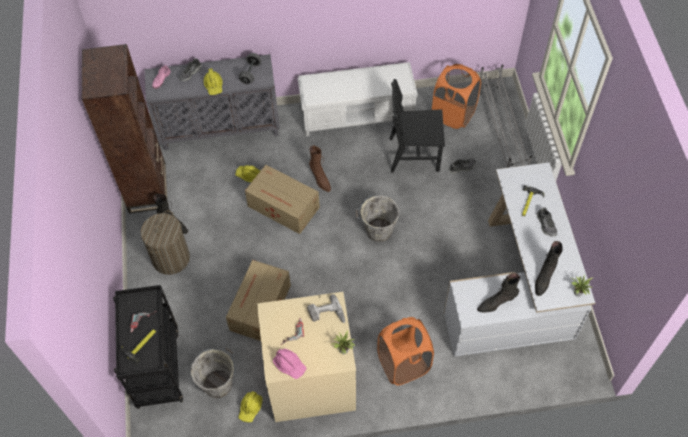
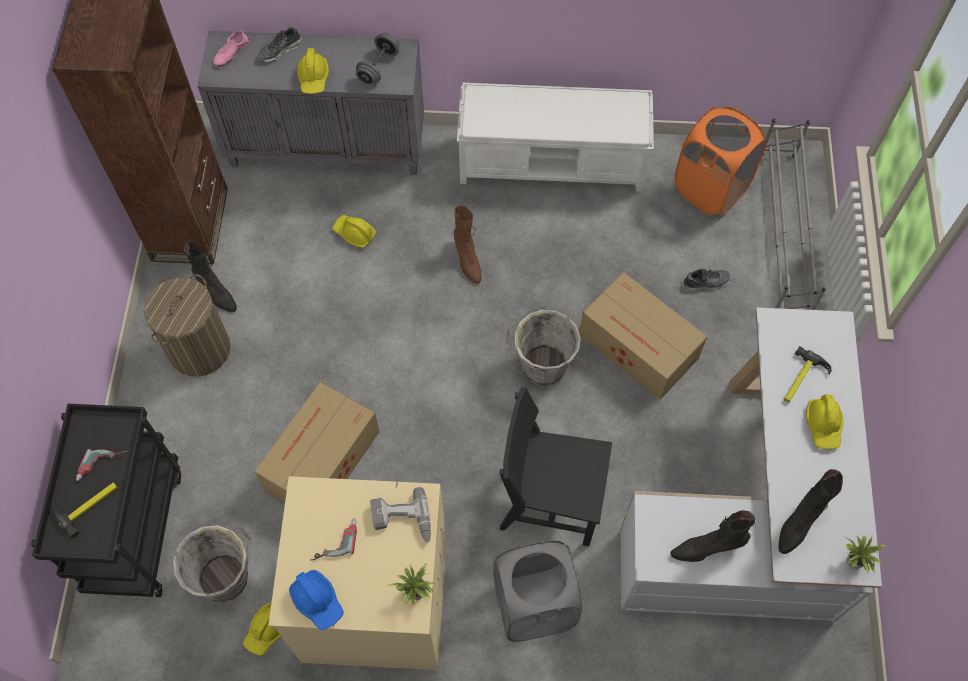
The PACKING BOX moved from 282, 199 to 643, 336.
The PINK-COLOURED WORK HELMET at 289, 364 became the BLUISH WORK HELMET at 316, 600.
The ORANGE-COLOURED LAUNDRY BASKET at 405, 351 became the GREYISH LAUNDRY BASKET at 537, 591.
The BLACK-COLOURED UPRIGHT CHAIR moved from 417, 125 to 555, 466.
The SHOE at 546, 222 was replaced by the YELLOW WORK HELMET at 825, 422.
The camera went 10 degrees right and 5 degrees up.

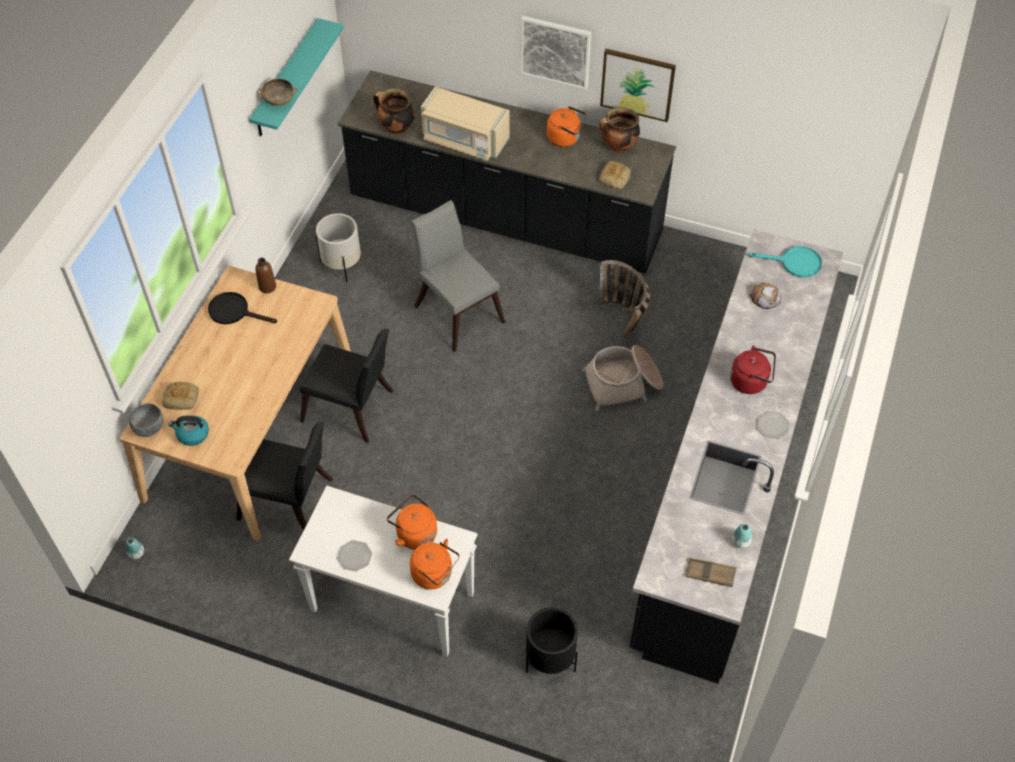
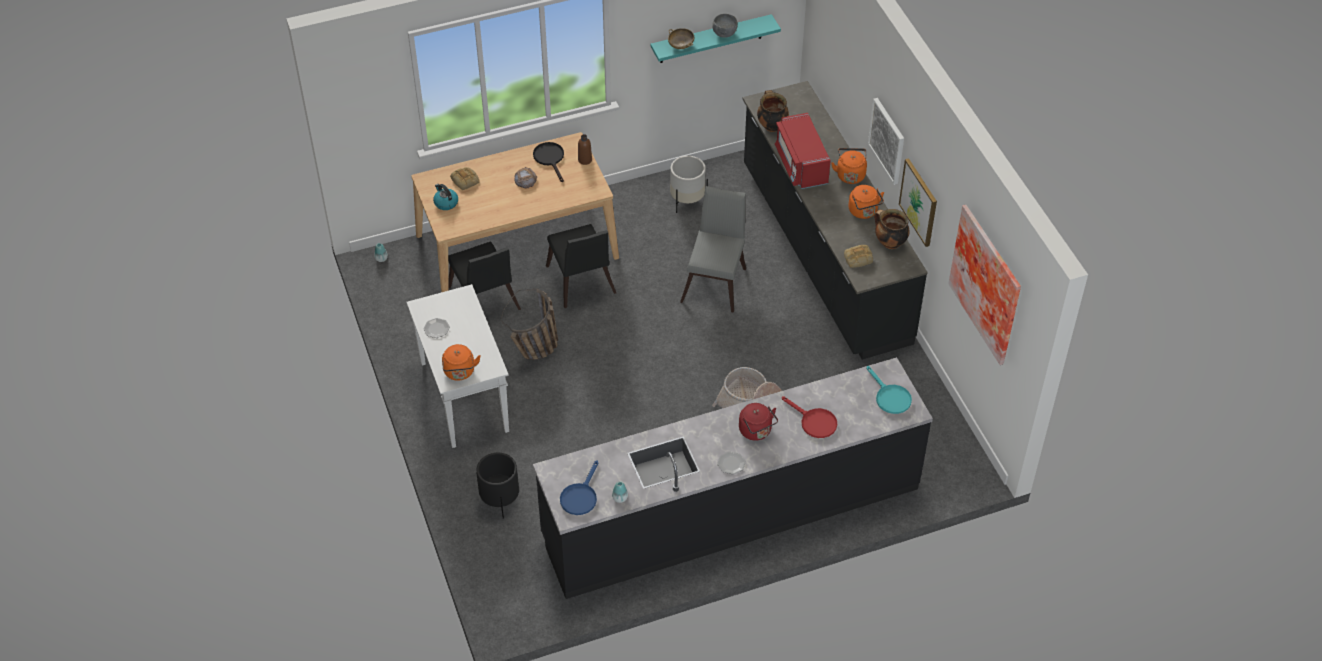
The GREYISH SERVING BOWL moved from 146, 420 to 725, 26.
The ORANGE-COLOURED KETTLE moved from 412, 522 to 849, 166.
The BEIGE-COLOURED MICROWAVE at 465, 123 became the RED MICROWAVE at 803, 151.
The BASKET moved from 619, 298 to 529, 324.
The BROWN-COLOURED CARRYING TRAY at 711, 572 was replaced by the BLUISH FRYING PAN at 579, 488.
The BAKED BREAD moved from 765, 296 to 525, 178.
The RED FRYING PAN at 809, 417 appeared.
The WALL ART at 984, 284 appeared.
The camera went 50 degrees right and 5 degrees down.

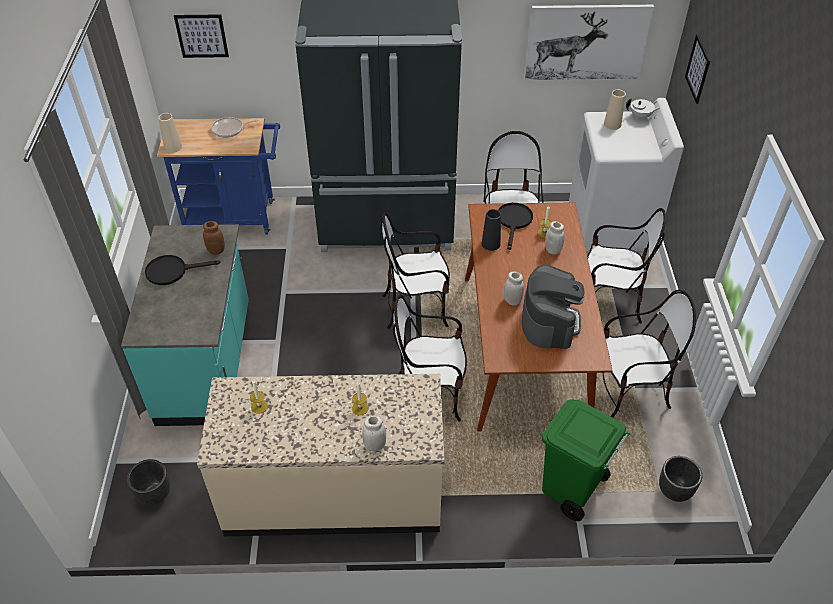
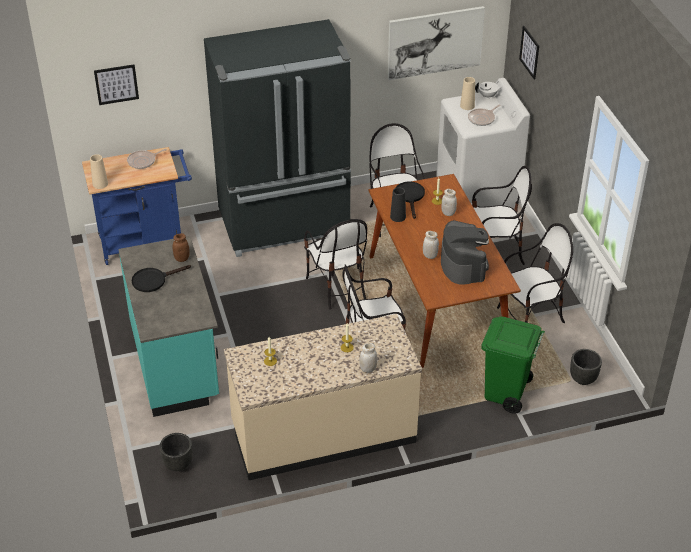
The UPRIGHT CHAIR at 415, 270 turned 90 degrees counterclockwise.
The FRYING PAN at 484, 115 appeared.
The camera went 15 degrees left and 5 degrees down.

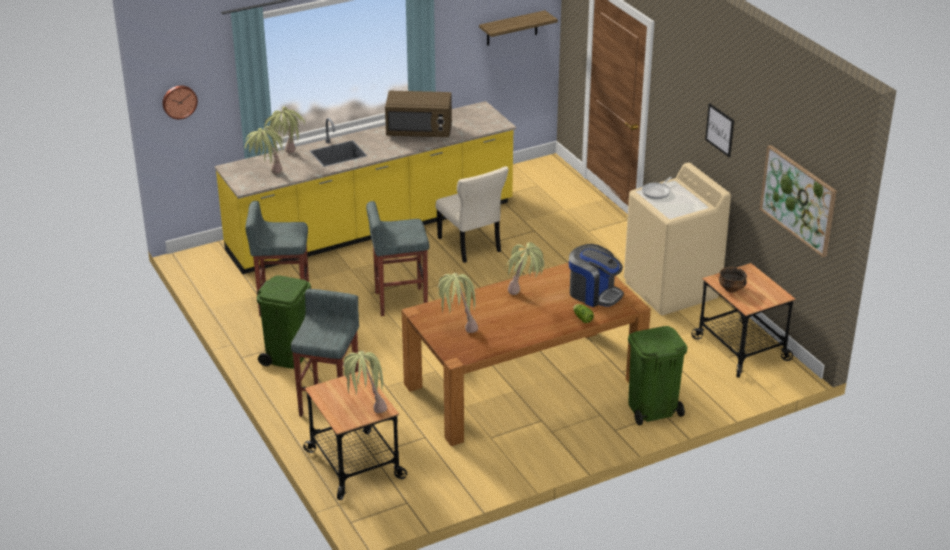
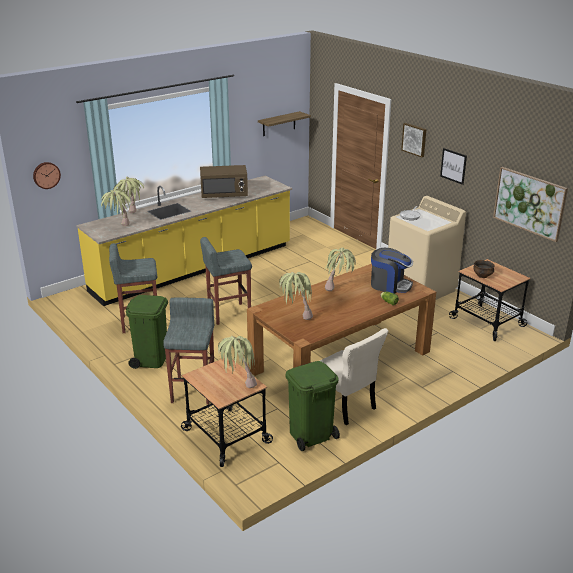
The BEIGE-COLOURED UPRIGHT CHAIR moved from 472, 214 to 354, 376.
The GREENISH RUBBISH BIN moved from 657, 375 to 313, 406.
The WALL ART at 413, 140 appeared.
The camera went 10 degrees left and 5 degrees down.

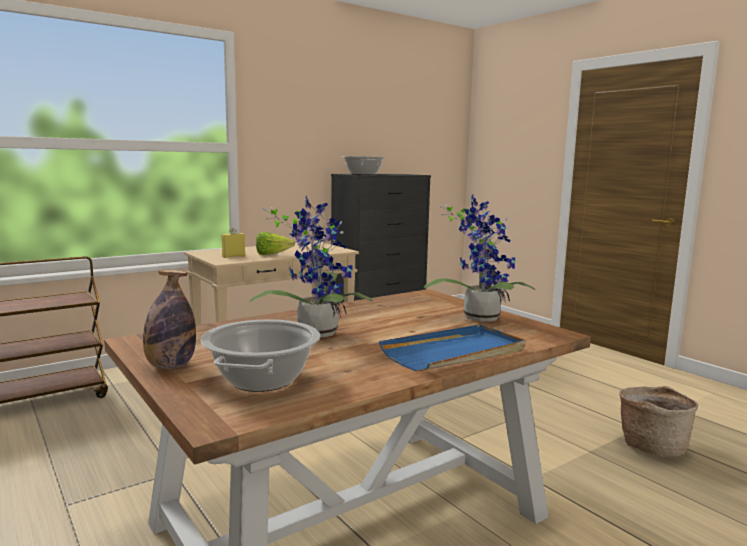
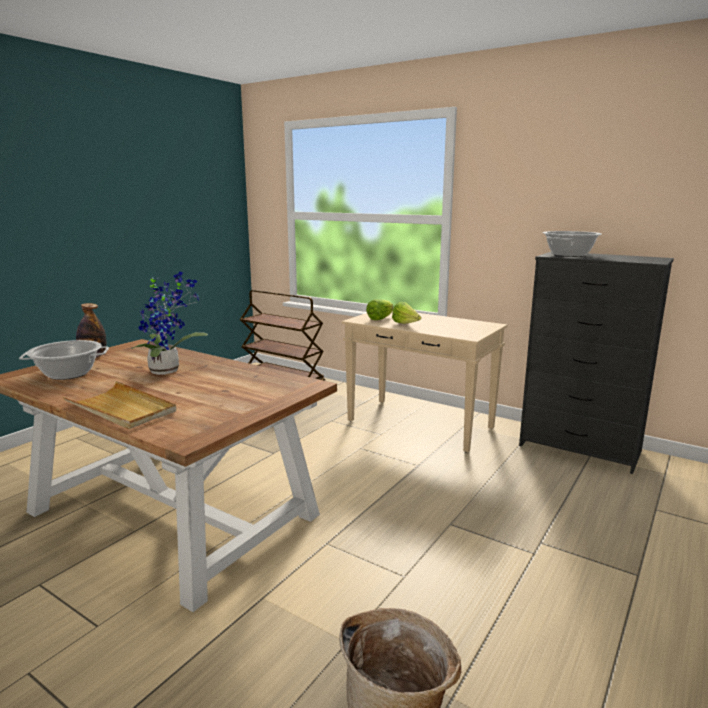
The YELLOW DRINK BOTTLE at 233, 243 was replaced by the LETTUCE at 379, 309.
The BLUISH CARRYING TRAY at 452, 347 became the BEIGE-COLOURED CARRYING TRAY at 119, 405.
The PLANT IN A POT at 480, 258 disappeared.
The camera went 70 degrees right and 5 degrees up.

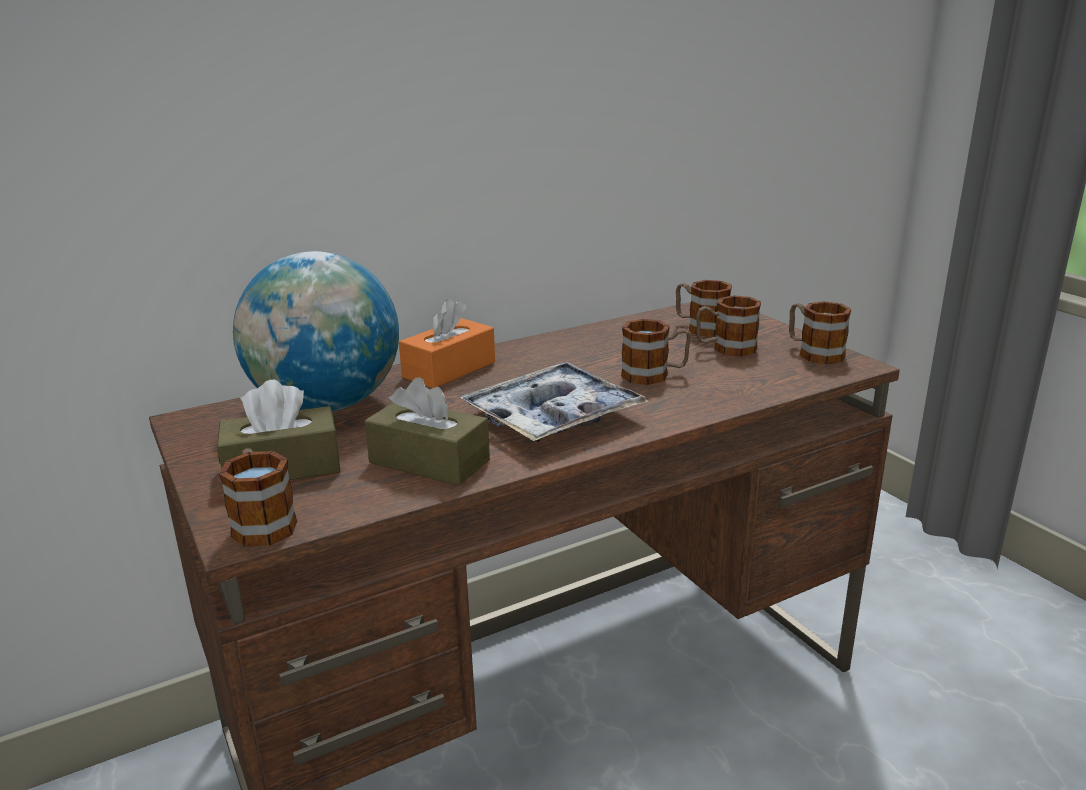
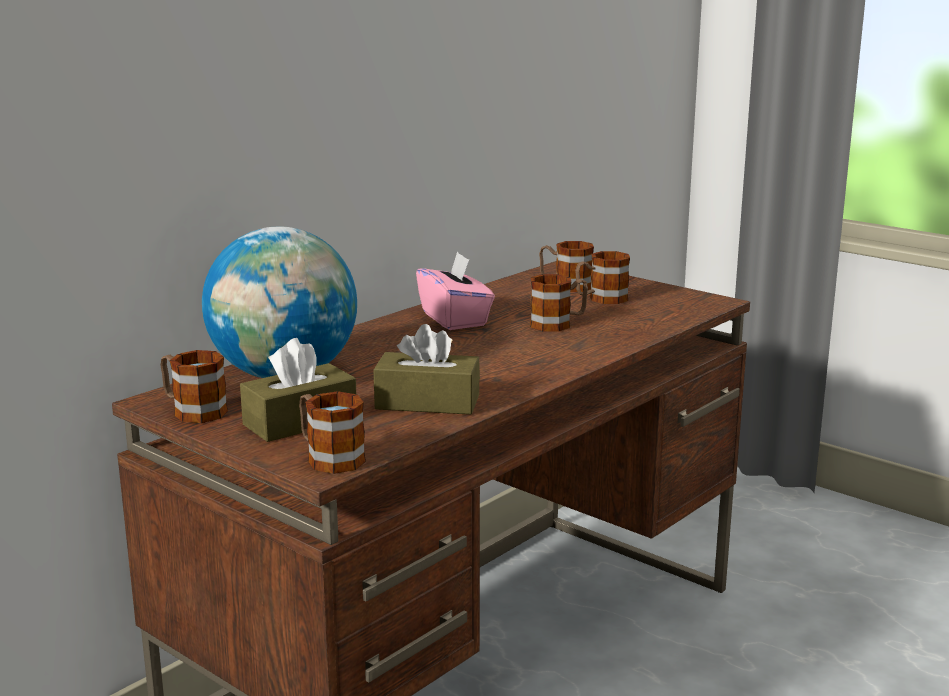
The ORANGE-COLOURED TISSUE HOLDER at 447, 343 disappeared.
The CARRYING TRAY at 554, 402 disappeared.
The MUG moved from 820, 332 to 194, 386.
The PINK-COLOURED TISSUE HOLDER at 455, 290 appeared.
The camera went 20 degrees left and 5 degrees down.

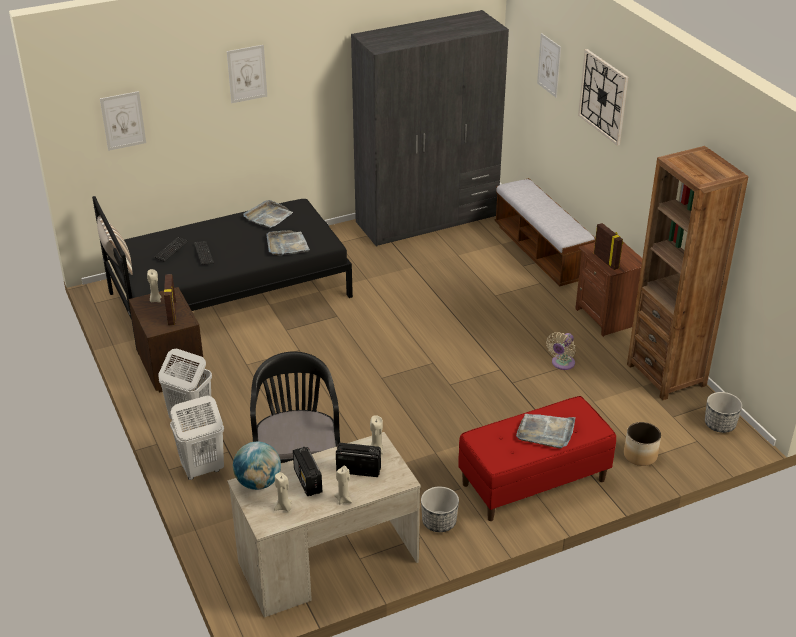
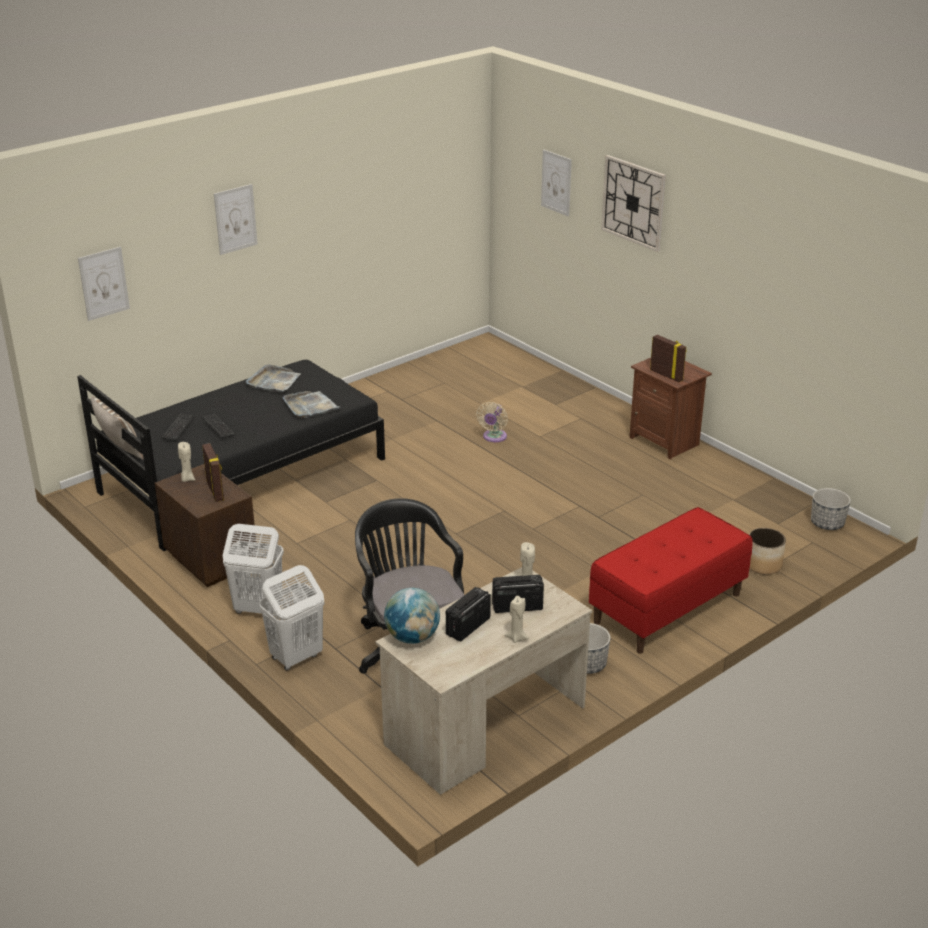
The BEIGE-COLOURED WAX LIGHT at 283, 491 disappeared.
The RADIO SET at 307, 471 turned 75 degrees clockwise.
The GREYISH ARMOIRE at 430, 128 disappeared.
The INDOOR BENCH at 545, 232 disappeared.
The GREYISH CARRYING TRAY at 546, 431 disappeared.
The BEIGE-COLOURED FAN moved from 561, 351 to 492, 422.
The BROWN-COLOURED BOOKSHELF at 687, 273 disappeared.
The camera went 15 degrees left and 5 degrees down.

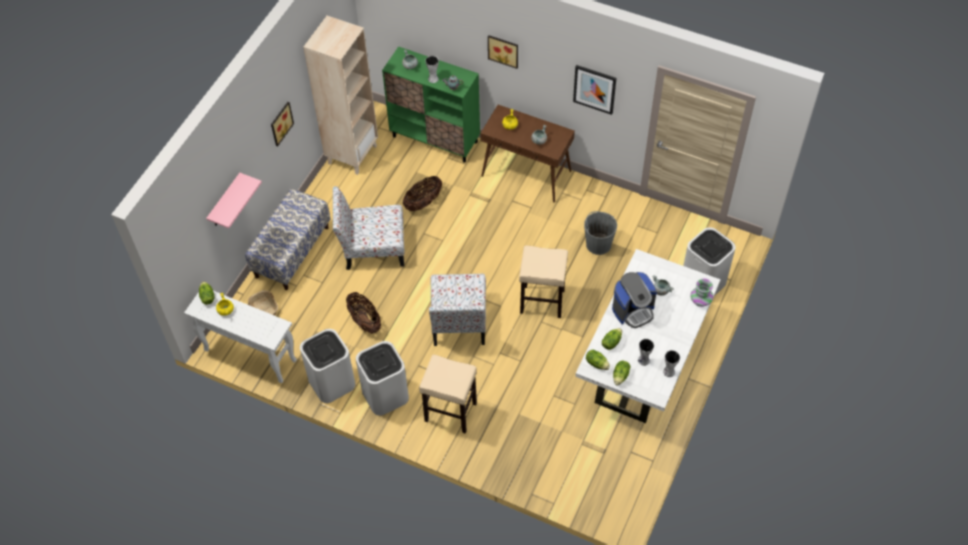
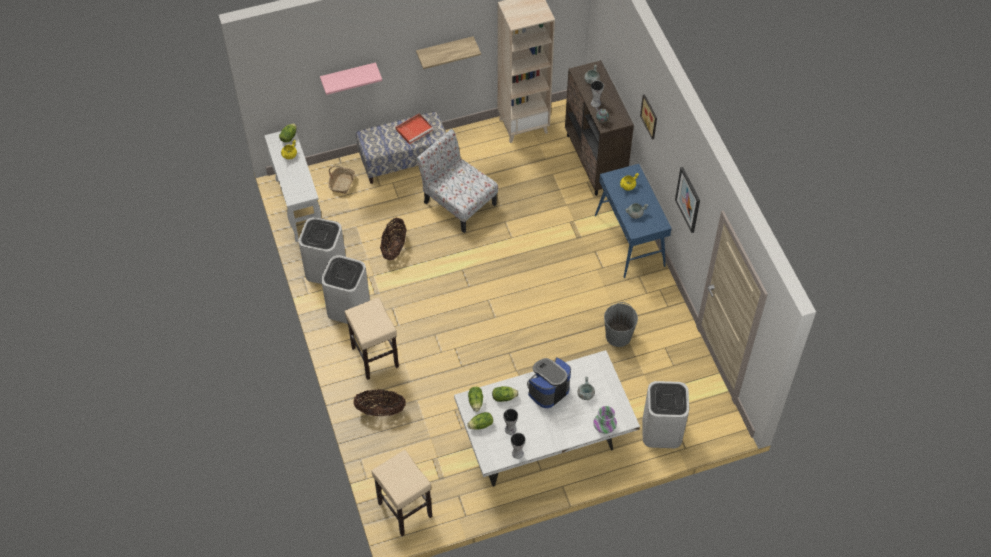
The WALL ART at 282, 124 was replaced by the WALL SHELF at 448, 52.
The GREENISH STORAGE CABINET at 431, 104 became the BROWN-COLOURED STORAGE CABINET at 599, 128.
The BASKET moved from 422, 193 to 379, 402.
The UPRIGHT CHAIR at 457, 310 disappeared.
The BROWN-COLOURED HALL TABLE at 527, 153 became the BLUISH HALL TABLE at 633, 221.
The BEIGE-COLOURED STOOL SEAT moved from 543, 281 to 401, 493.
The COFFEE BREWER at 634, 300 turned 120 degrees clockwise.
The RED CARRYING TRAY at 414, 129 appeared.
The camera went 45 degrees right and 0 degrees up.

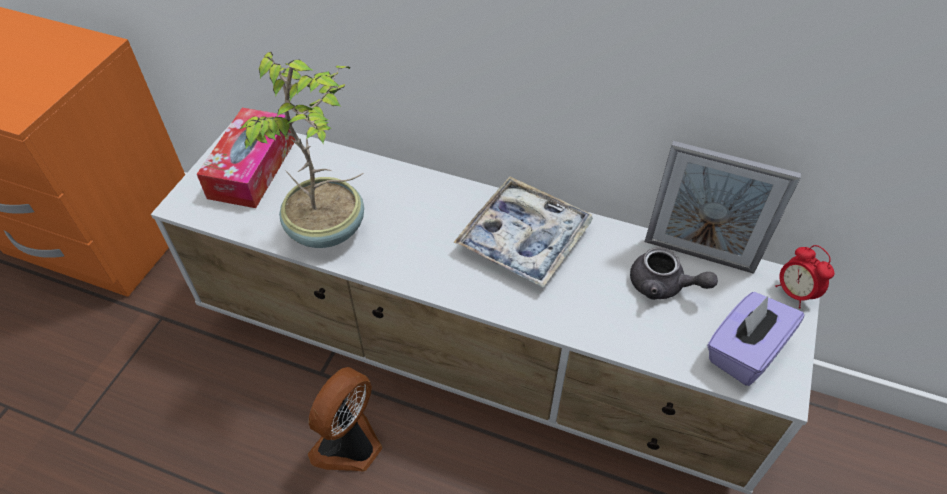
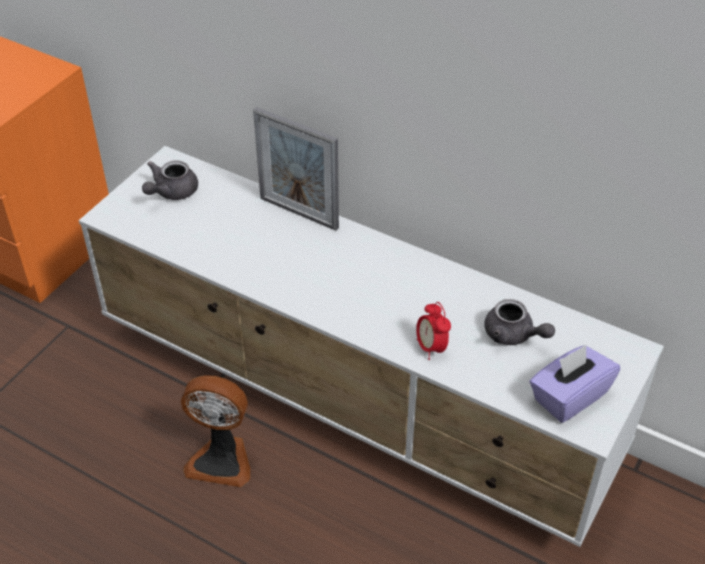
The TISSUE HOLDER at 246, 158 was replaced by the GREYISH POT FOR TEA at 170, 180.
The PLANT IN A POT at 302, 150 disappeared.
The FAN at 345, 419 turned 120 degrees counterclockwise.
The CARRYING TRAY at 523, 232 disappeared.
The PHOTO FRAME moved from 723, 207 to 296, 169.
The ALARM CLOCK moved from 804, 277 to 433, 331.
The camera went 10 degrees right and 5 degrees down.

